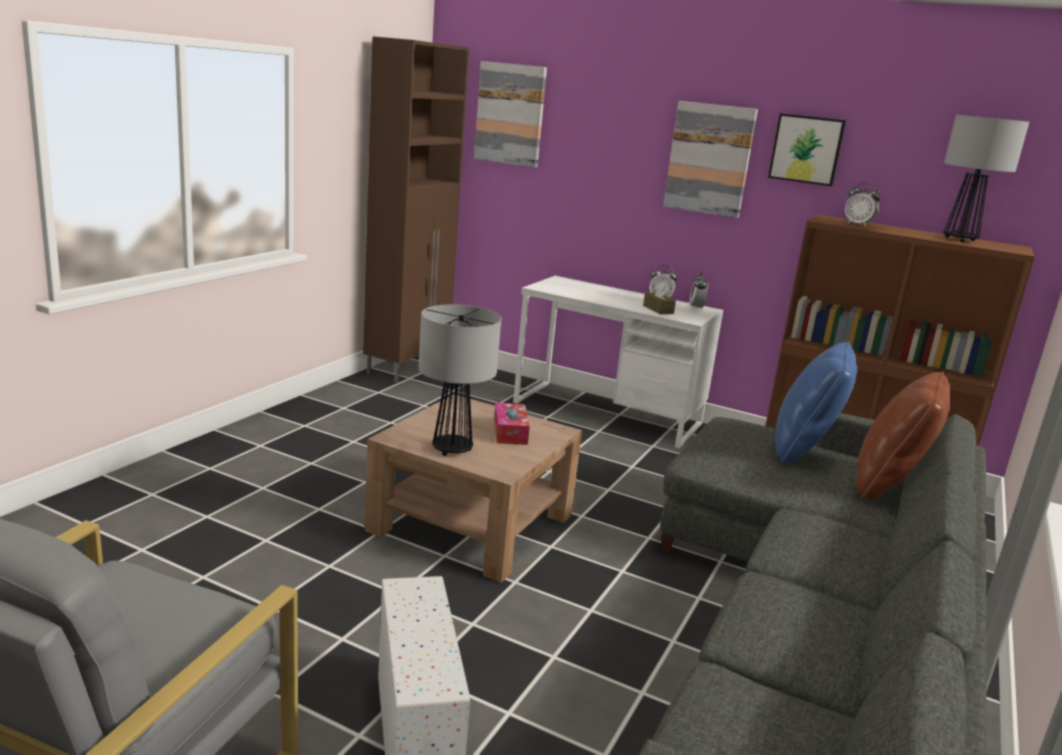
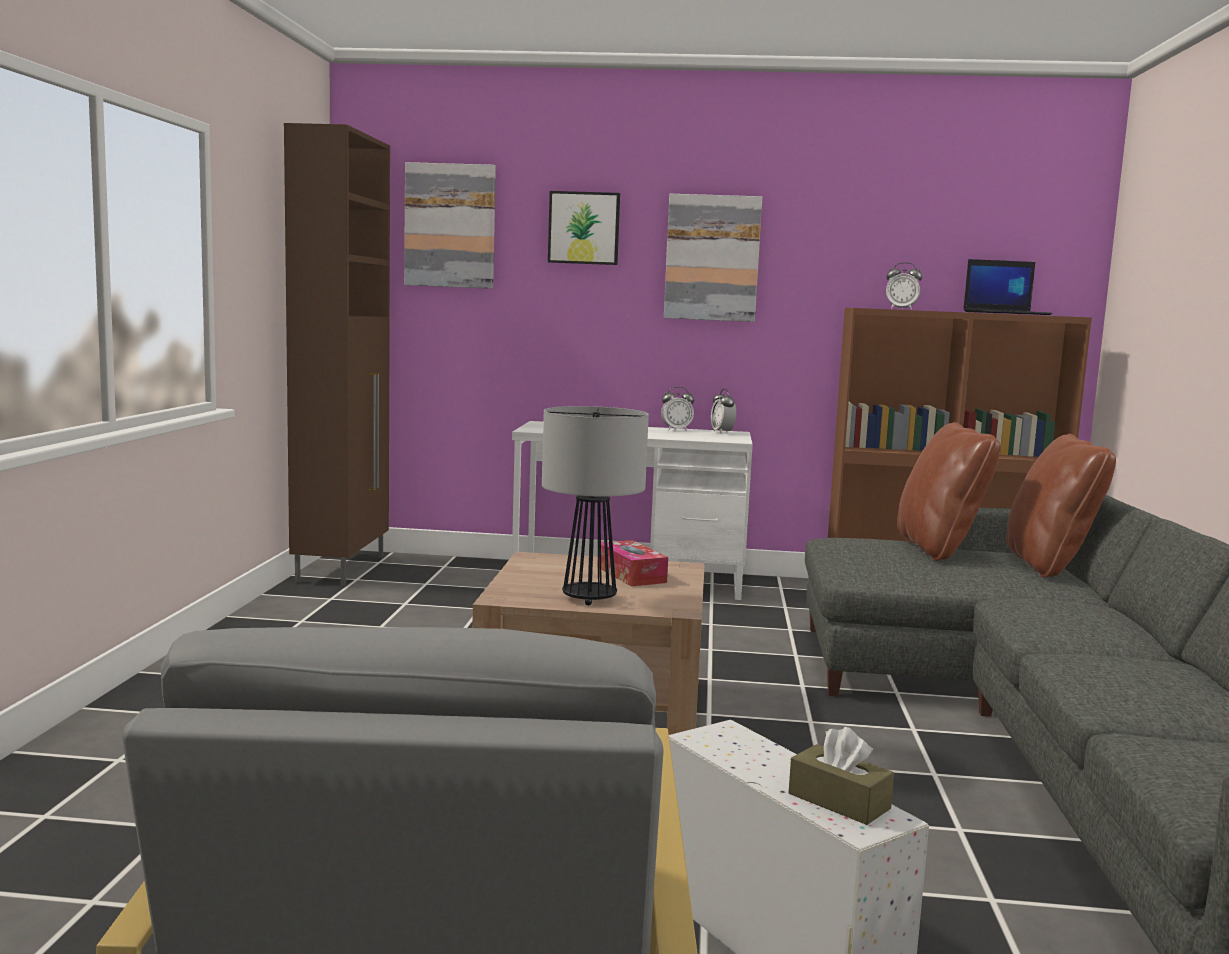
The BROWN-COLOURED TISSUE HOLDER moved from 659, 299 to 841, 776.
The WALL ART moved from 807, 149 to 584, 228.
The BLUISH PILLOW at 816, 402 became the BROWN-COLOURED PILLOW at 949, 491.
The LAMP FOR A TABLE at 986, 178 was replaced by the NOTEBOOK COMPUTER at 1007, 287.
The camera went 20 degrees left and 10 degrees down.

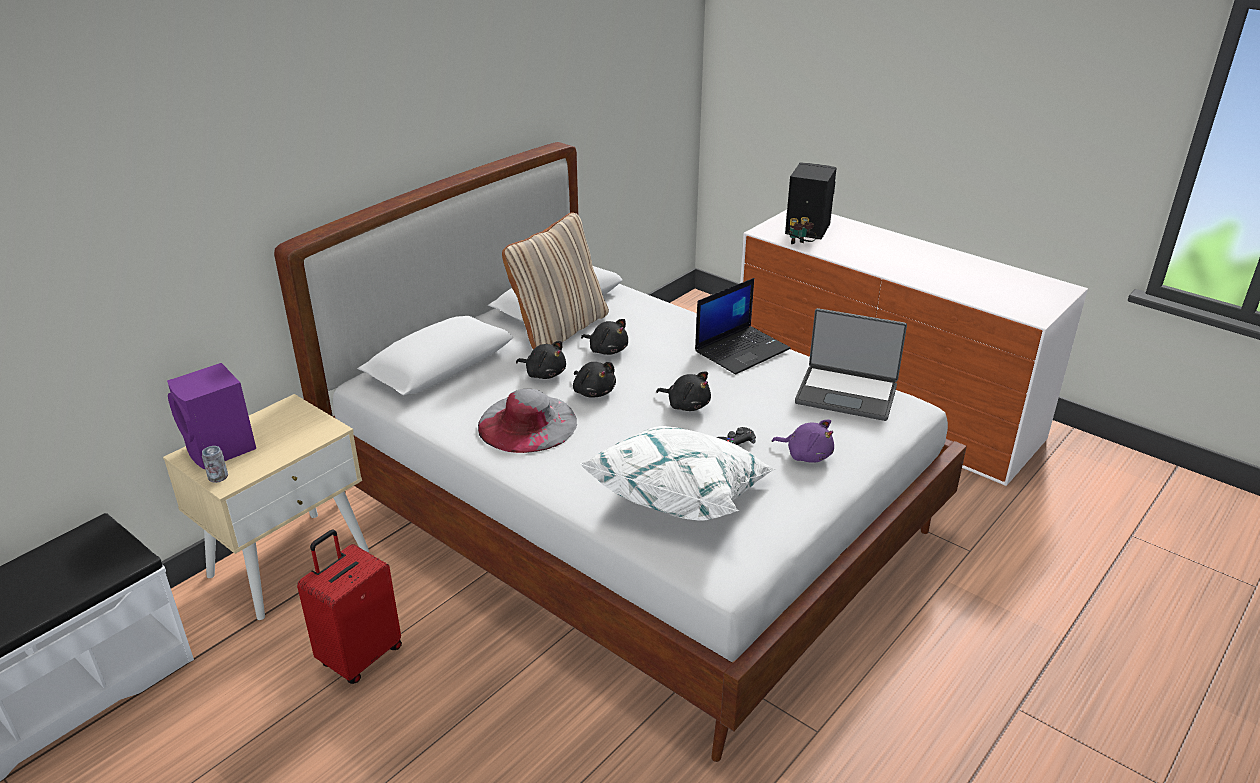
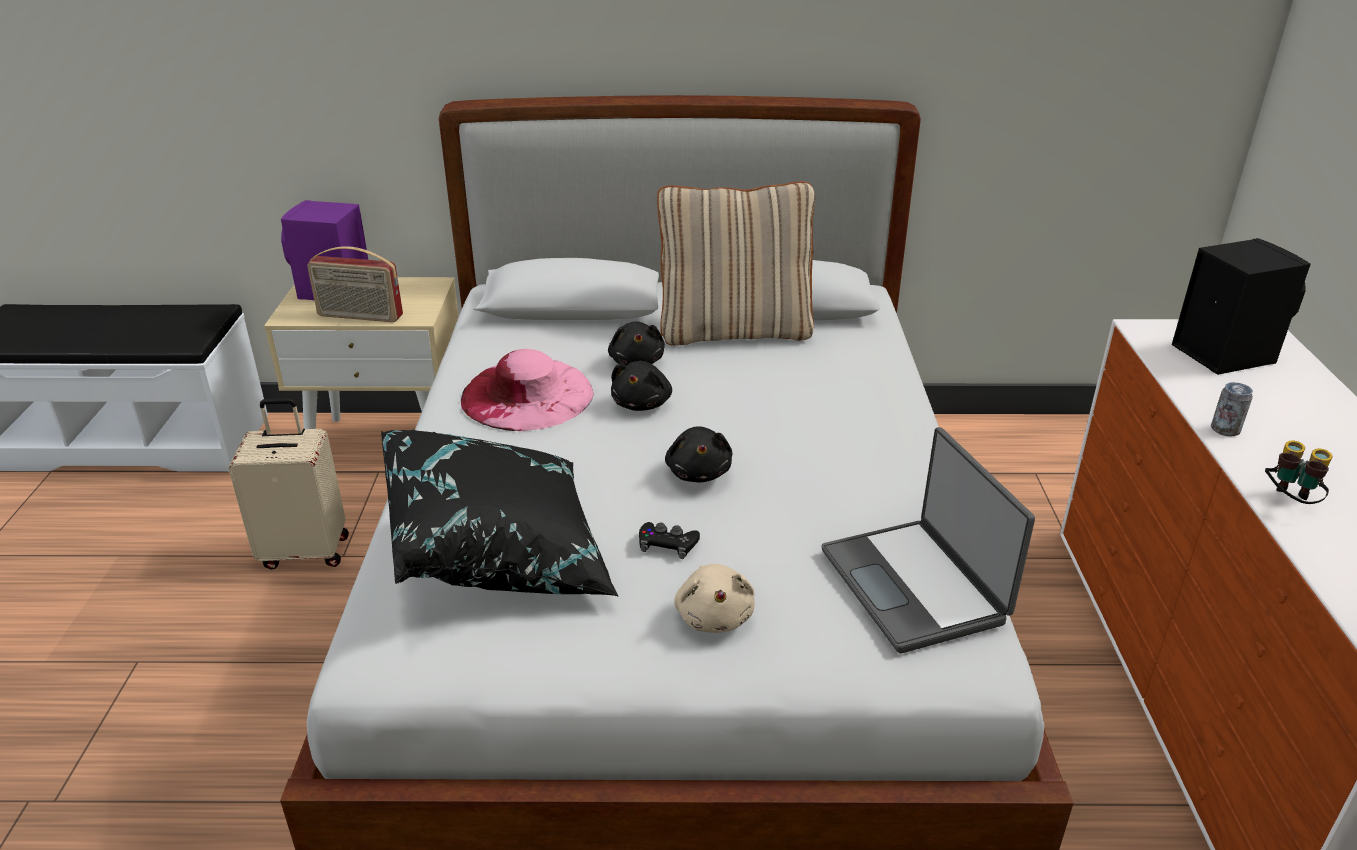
The CAN moved from 215, 464 to 1232, 409.
The RED TRAVEL CASE at 349, 607 became the BEIGE-COLOURED TRAVEL CASE at 288, 483.
The GREYISH WEARABLE HAT at 527, 421 became the PINK-COLOURED WEARABLE HAT at 527, 390.
The WHITE PILLOW at 677, 473 became the BLACK-COLOURED PILLOW at 500, 513.
The BLACK-COLOURED SOFT TOY at 604, 337 disappeared.
The NOTEBOOK COMPUTER at 743, 326 disappeared.
The PURPLISH SOFT TOY at 803, 441 became the BEIGE-COLOURED SOFT TOY at 714, 598.
The PAIR OF BINOCULARS moved from 803, 230 to 1298, 472.
The RADIO SET at 355, 284 appeared.
The camera went 50 degrees right and 0 degrees up.

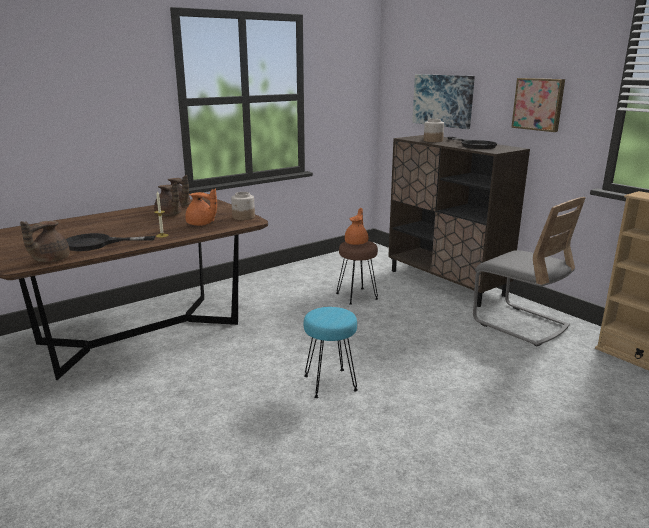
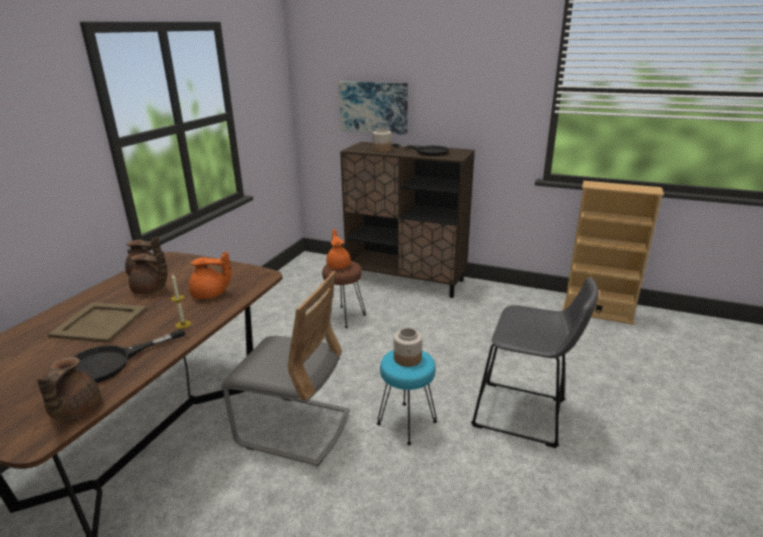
The STORAGE JAR moved from 243, 206 to 408, 347.
The GREYISH UPRIGHT CHAIR moved from 529, 272 to 285, 368.
The WALL ART at 538, 105 disappeared.
The BEIGE-COLOURED CARRYING TRAY at 97, 322 appeared.
The GREYISH STOOL SEAT at 535, 362 appeared.
The camera went 30 degrees left and 5 degrees up.

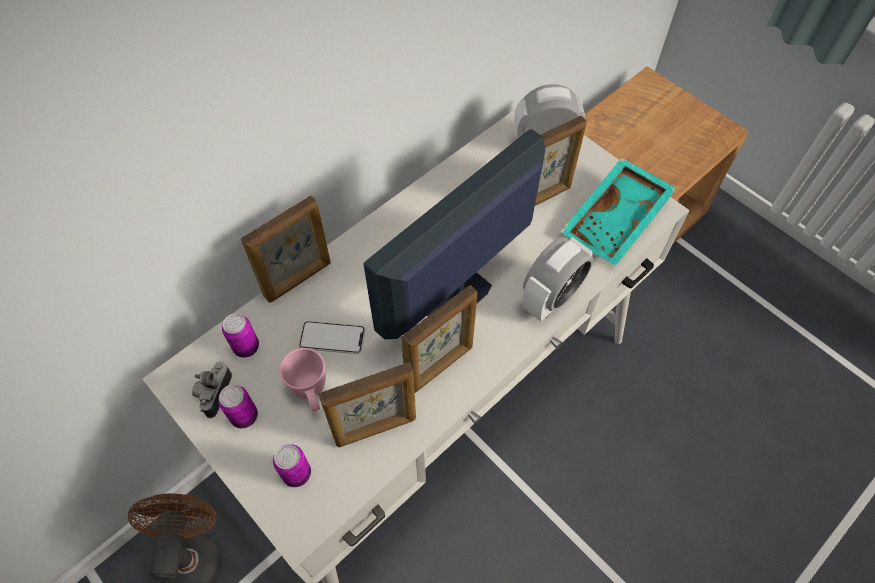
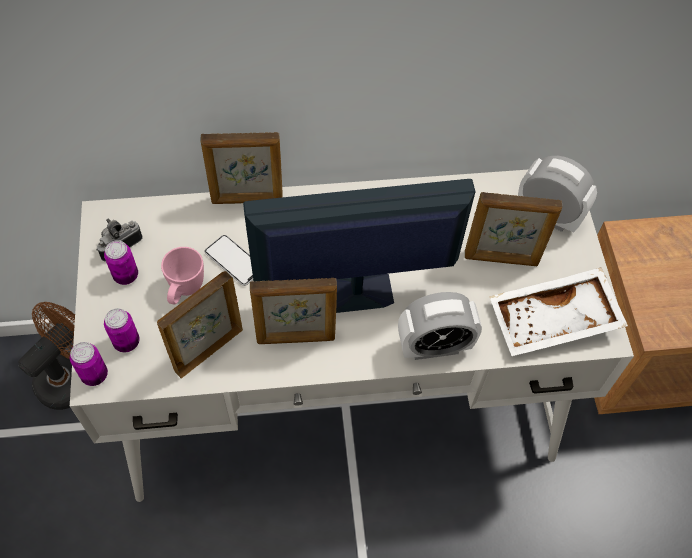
The CAN moved from 240, 335 to 89, 364.
The PHOTO FRAME at 367, 404 turned 120 degrees clockwise.
The TURQUOISE CARRYING TRAY at 618, 212 became the WHITE CARRYING TRAY at 559, 311.
The camera went 35 degrees right and 0 degrees up.

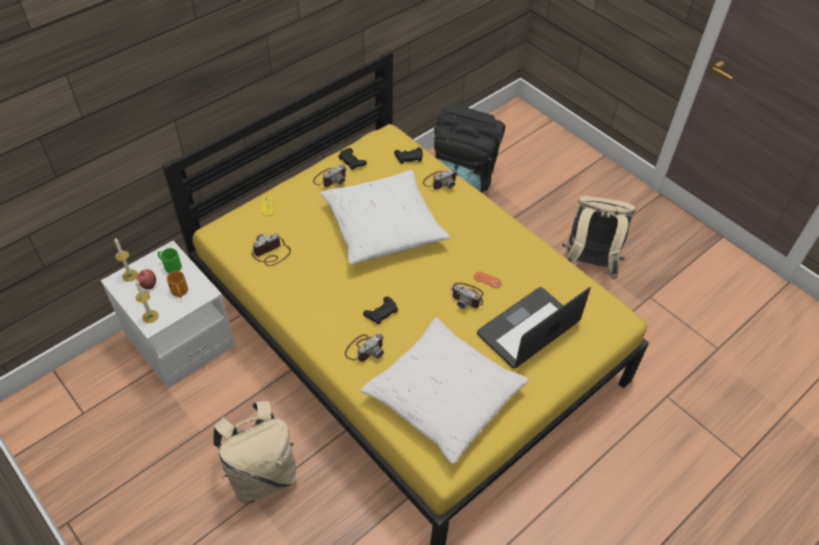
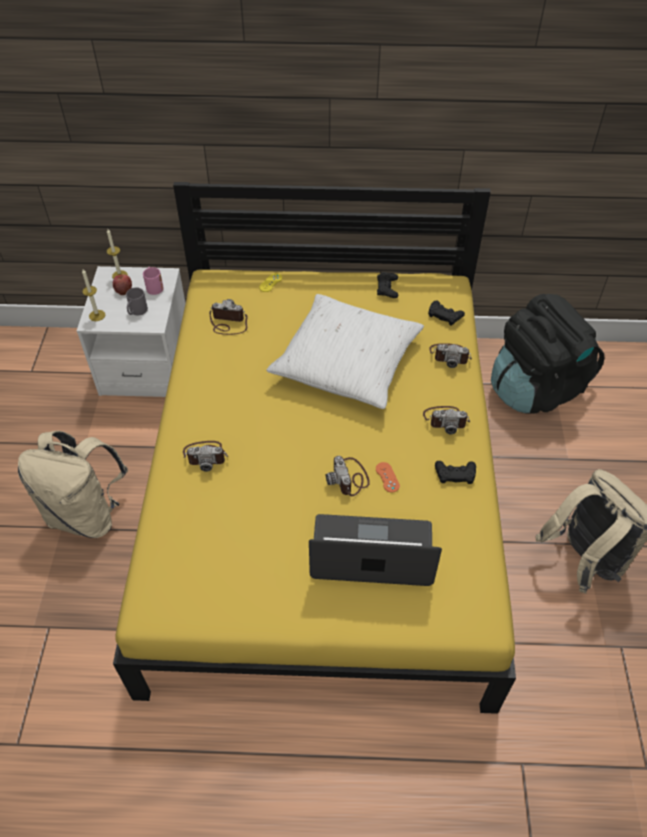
The GREENISH MUG at 170, 260 became the PINK-COLOURED MUG at 153, 281.
The ORANGE-COLOURED MUG at 177, 284 became the GREYISH MUG at 137, 301.
The PHOTO CAMERA moved from 330, 175 to 446, 420.
The WHITE PILLOW at 444, 390 disappeared.
The BLACK-COLOURED GAMEPAD moved from 380, 311 to 455, 472.
The camera went 45 degrees right and 0 degrees up.

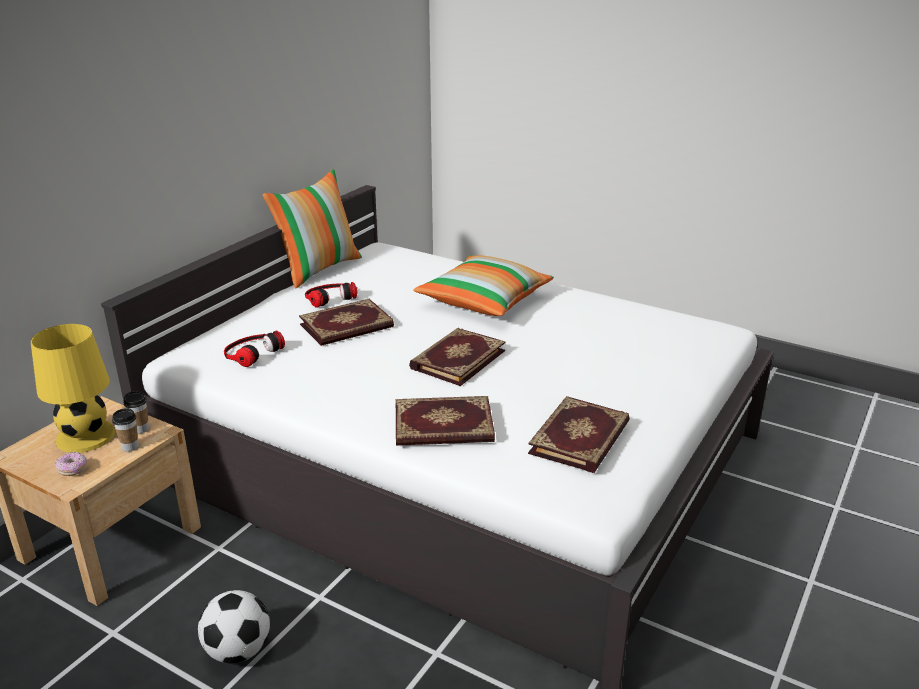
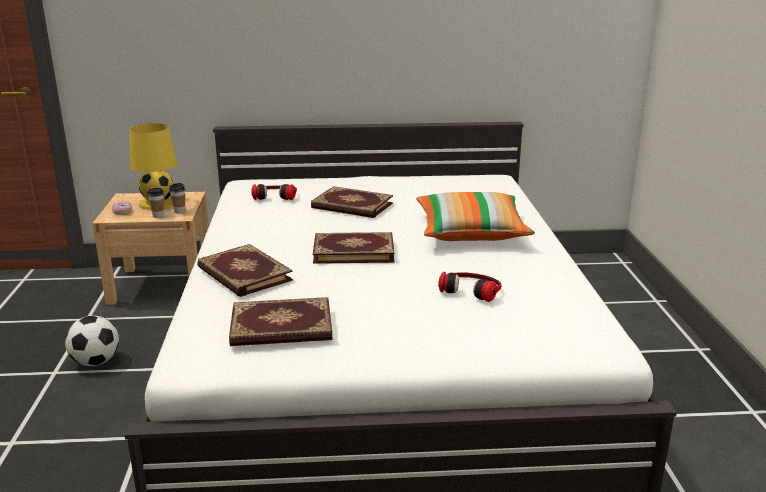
The PILLOW at 312, 229 disappeared.
The HEADPHONES moved from 331, 294 to 469, 287.
The camera went 55 degrees right and 5 degrees down.

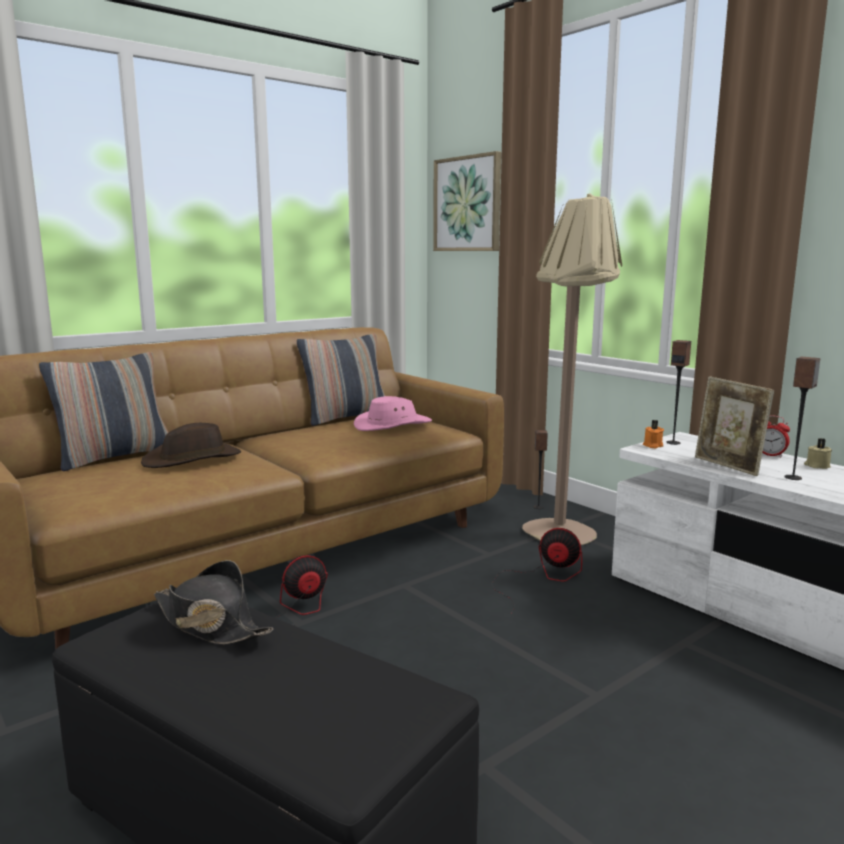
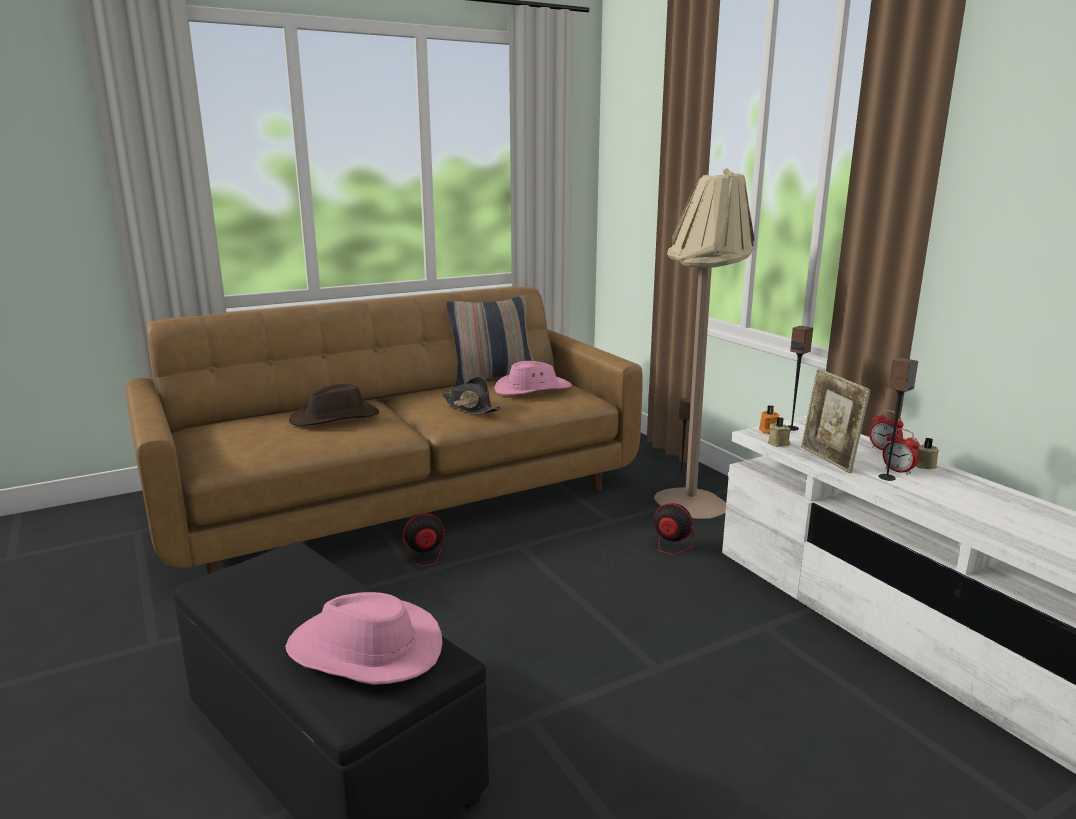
The PILLOW at 104, 411 disappeared.
The BLACK-COLOURED WEARABLE HAT moved from 213, 602 to 471, 395.
The WALL ART at 467, 201 disappeared.
The PINK-COLOURED WEARABLE HAT at 363, 638 appeared.
The BEIGE-COLOURED WAX LIGHT at 779, 432 appeared.
The ALARM CLOCK at 901, 451 appeared.
The camera went 10 degrees right and 5 degrees up.

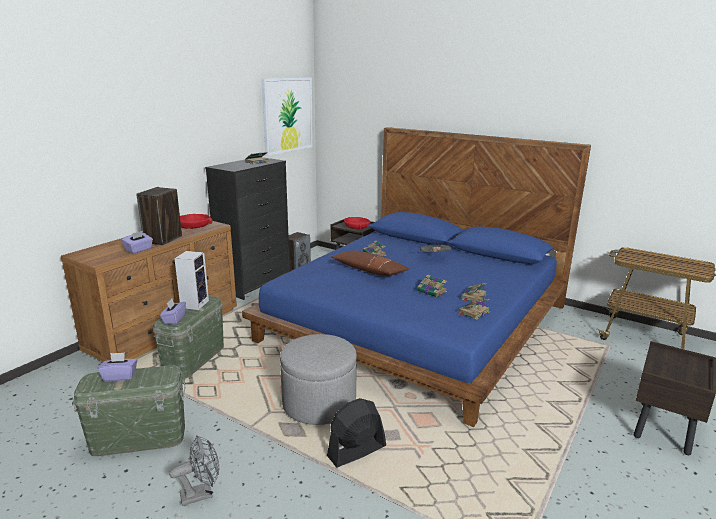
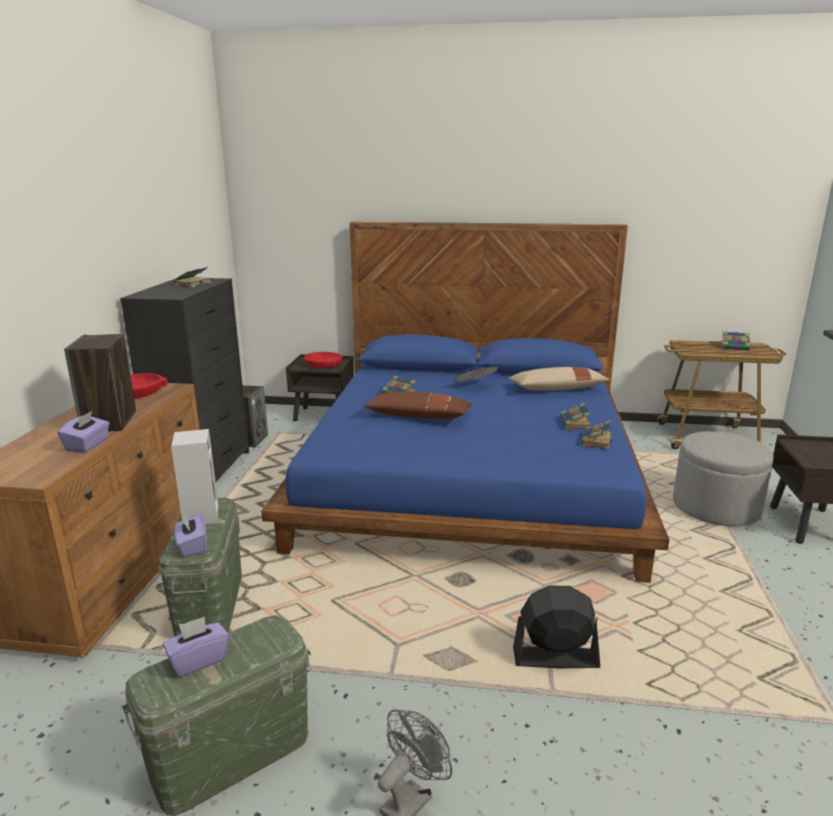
The WALL ART at 287, 116 disappeared.
The GREYISH OTTOMAN moved from 318, 379 to 723, 478.
The BLACK-COLOURED FAN at 356, 433 turned 60 degrees clockwise.
The BOOK moved from 432, 286 to 736, 341.
The BEIGE-COLOURED PILLOW at 559, 379 appeared.
The camera went 25 degrees left and 0 degrees up.

